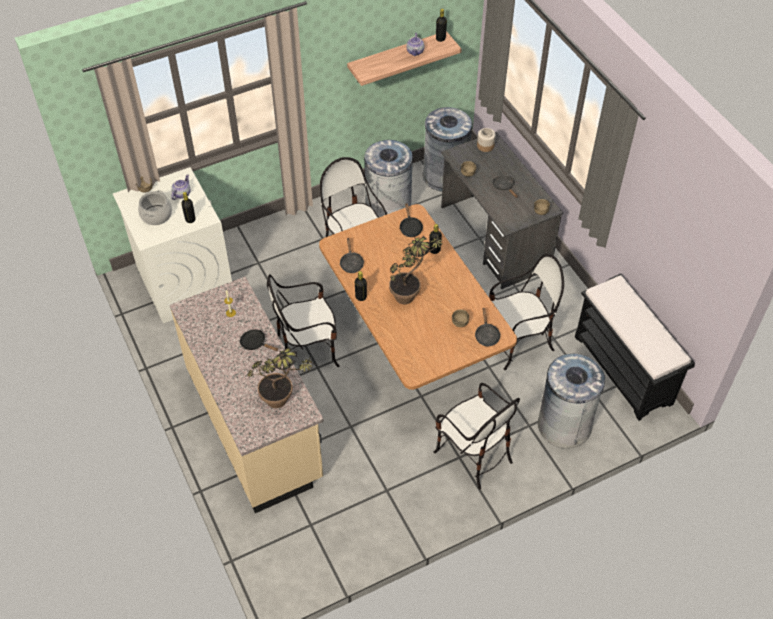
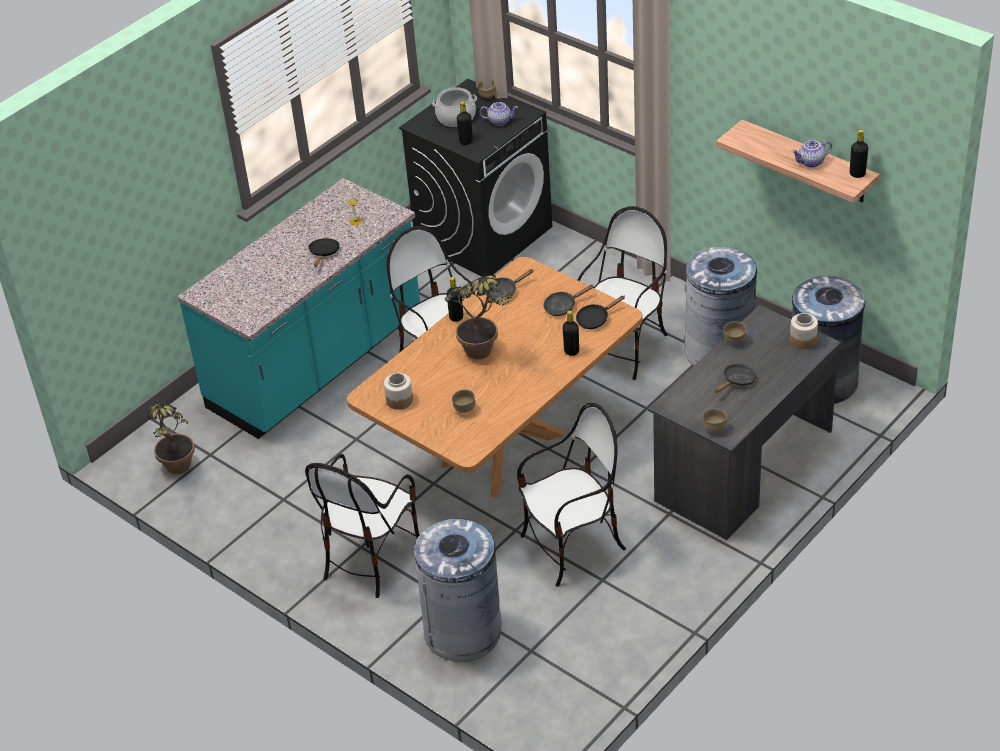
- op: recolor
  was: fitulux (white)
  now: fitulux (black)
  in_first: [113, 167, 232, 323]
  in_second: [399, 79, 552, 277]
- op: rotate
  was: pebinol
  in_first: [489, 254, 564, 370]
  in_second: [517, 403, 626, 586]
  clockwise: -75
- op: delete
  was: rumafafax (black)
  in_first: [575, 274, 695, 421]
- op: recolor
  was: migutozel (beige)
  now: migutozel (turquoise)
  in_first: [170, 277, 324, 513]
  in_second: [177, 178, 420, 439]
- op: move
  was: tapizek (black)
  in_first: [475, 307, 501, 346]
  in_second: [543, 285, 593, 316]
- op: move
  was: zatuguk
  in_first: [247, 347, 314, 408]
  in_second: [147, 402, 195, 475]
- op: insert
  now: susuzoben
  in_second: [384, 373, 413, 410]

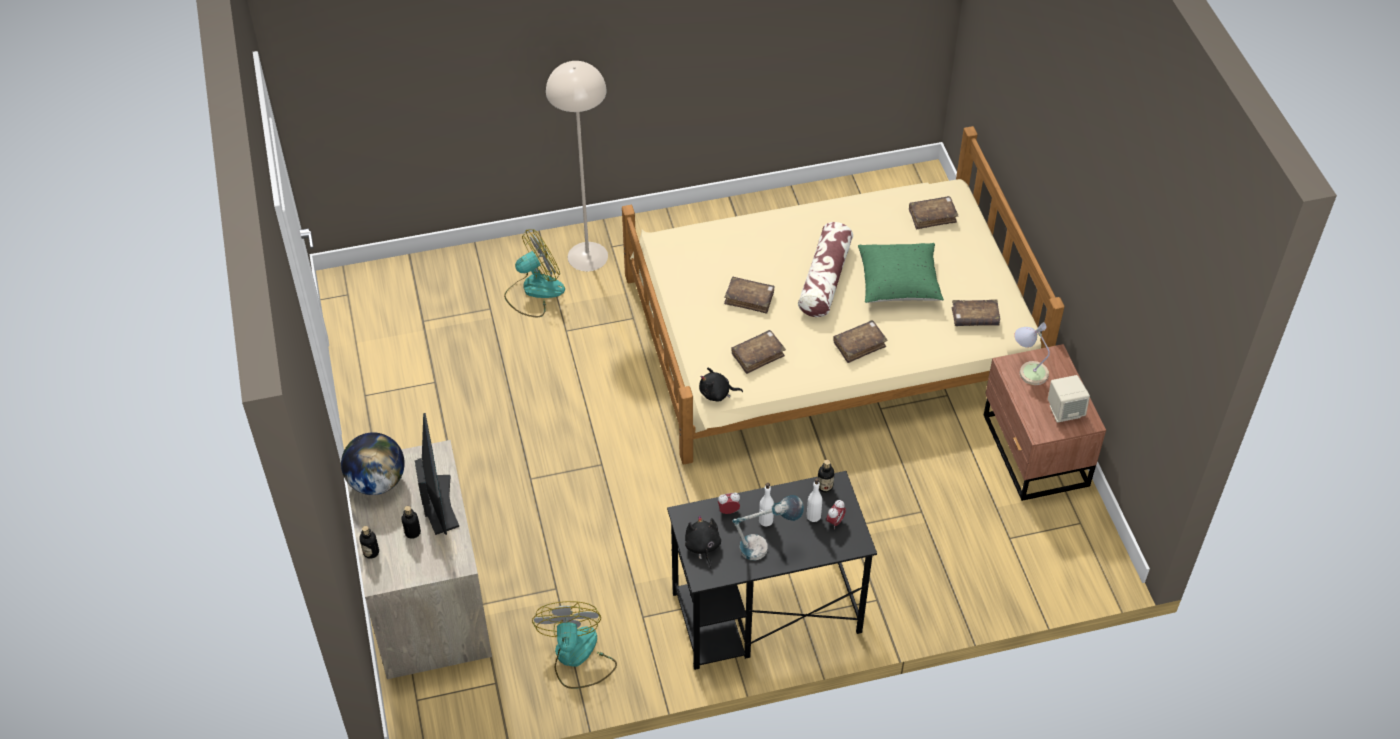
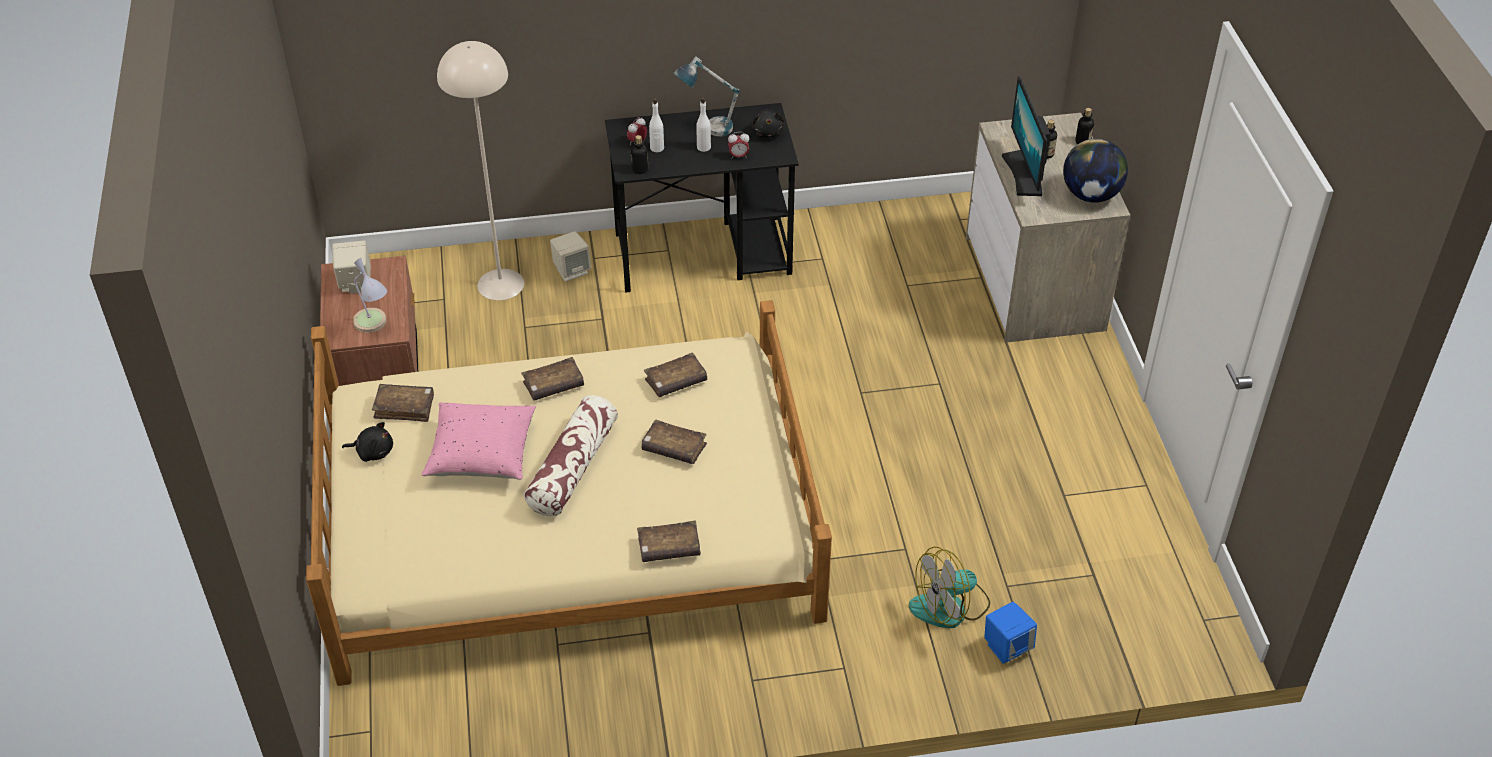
- op: move
  was: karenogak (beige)
  in_first: [546, 61, 608, 271]
  in_second: [437, 41, 524, 300]
- op: move
  was: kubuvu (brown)
  in_first: [909, 196, 958, 229]
  in_second: [637, 520, 701, 562]
- op: recolor
  was: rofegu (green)
  now: rofegu (pink)
  in_first: [858, 243, 944, 303]
  in_second: [422, 402, 536, 480]
- op: move
  was: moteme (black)
  in_first: [699, 368, 743, 402]
  in_second: [342, 422, 393, 462]
- op: delete
  was: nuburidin
  in_first: [532, 601, 617, 689]
- op: insert
  now: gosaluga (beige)
  in_second: [550, 231, 591, 281]
- op: insert
  now: gosaluga (blue)
  in_second: [984, 602, 1037, 664]

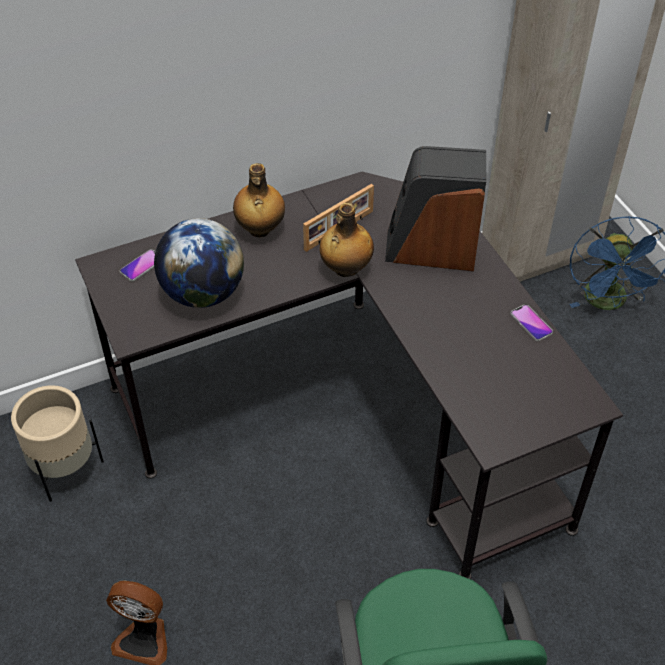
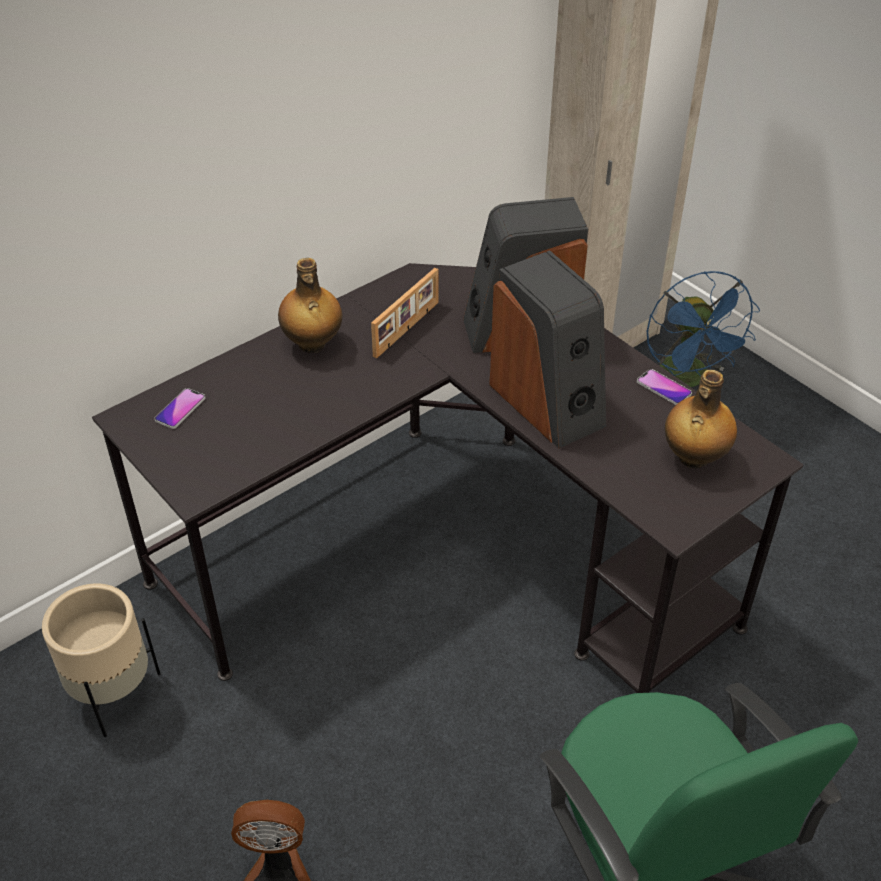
- op: move
  was: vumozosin
  in_first: [319, 203, 374, 277]
  in_second: [665, 370, 737, 468]
- op: delete
  was: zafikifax
  in_first: [154, 218, 244, 308]
- op: insert
  now: gosaluga
  in_second: [489, 250, 606, 449]

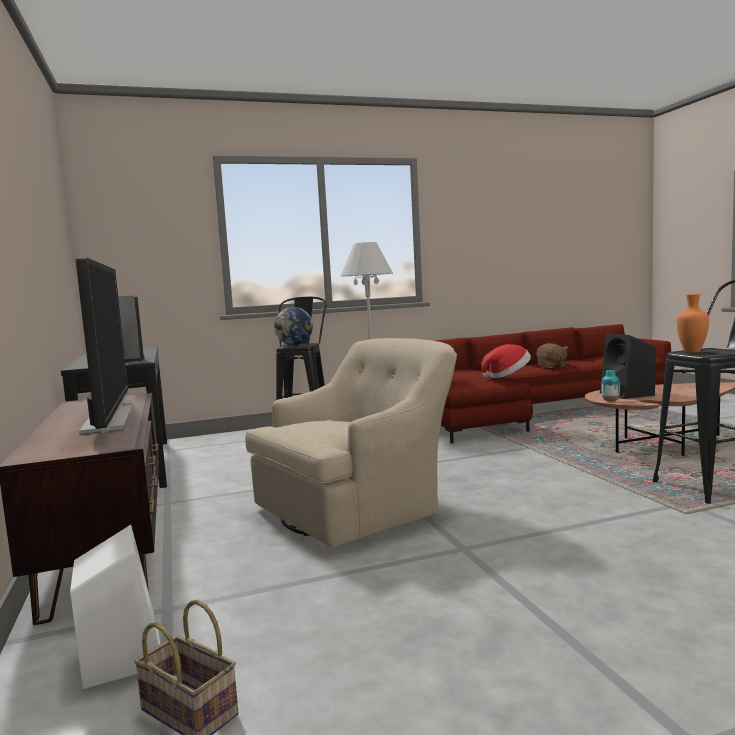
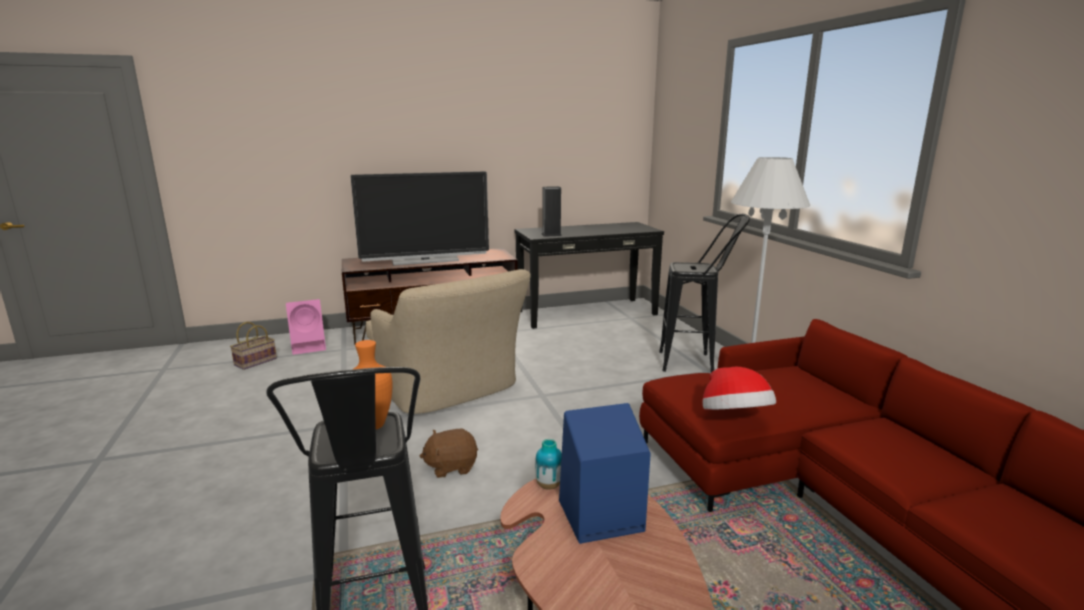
- op: delete
  was: zafikifax
  in_first: [274, 307, 313, 345]
- op: recolor
  was: gosaluga (black)
  now: gosaluga (blue)
  in_first: [600, 333, 656, 399]
  in_second: [559, 403, 651, 544]
- op: move
  was: moteme (brown)
  in_first: [536, 343, 568, 368]
  in_second: [420, 429, 478, 478]
- op: recolor
  was: gosaluga (white)
  now: gosaluga (pink)
  in_first: [70, 525, 160, 689]
  in_second: [286, 299, 326, 355]

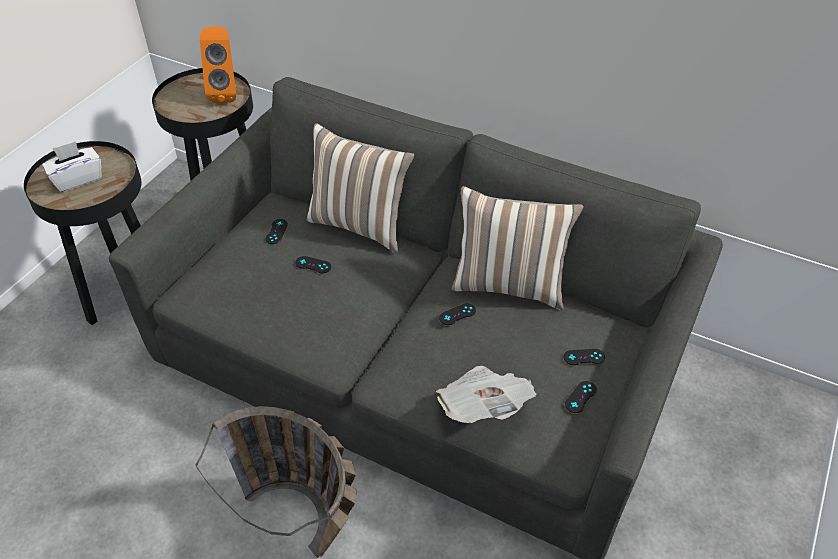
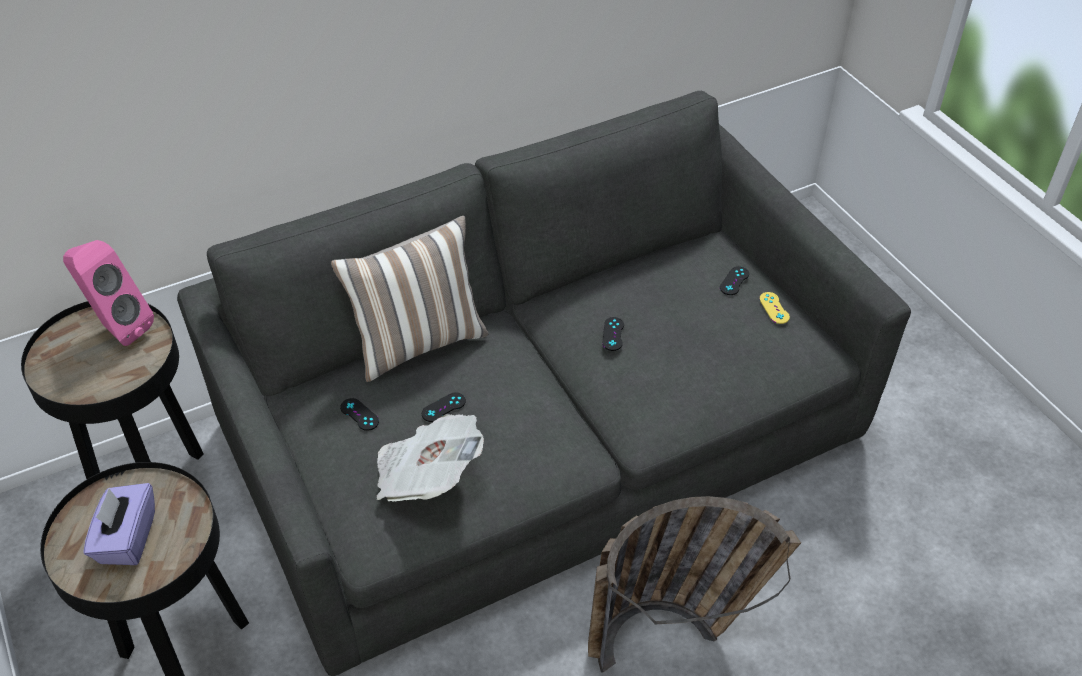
- op: recolor
  was: gosaluga (orange)
  now: gosaluga (pink)
  in_first: [200, 27, 236, 103]
  in_second: [63, 240, 154, 346]
- op: recolor
  was: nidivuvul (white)
  now: nidivuvul (purple)
  in_first: [42, 141, 101, 192]
  in_second: [83, 483, 155, 565]
- op: delete
  was: rofegu
  in_first: [452, 186, 583, 310]
- op: move
  was: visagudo
  in_first: [436, 366, 536, 423]
  in_second: [376, 414, 484, 501]
- op: recolor
  was: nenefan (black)
  now: nenefan (yellow)
  in_first: [565, 381, 597, 413]
  in_second: [759, 292, 790, 324]

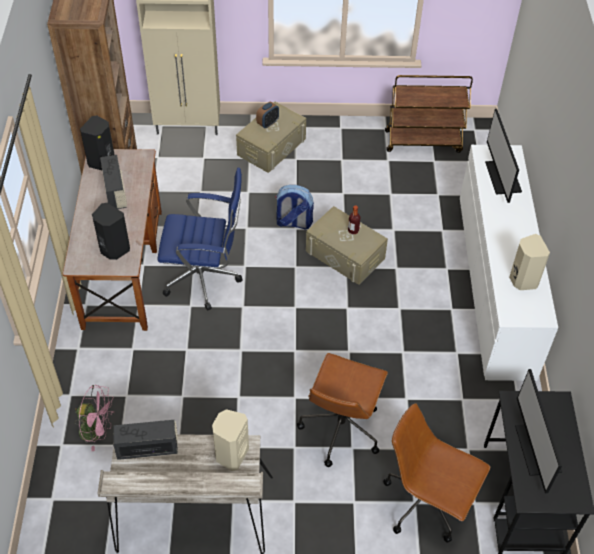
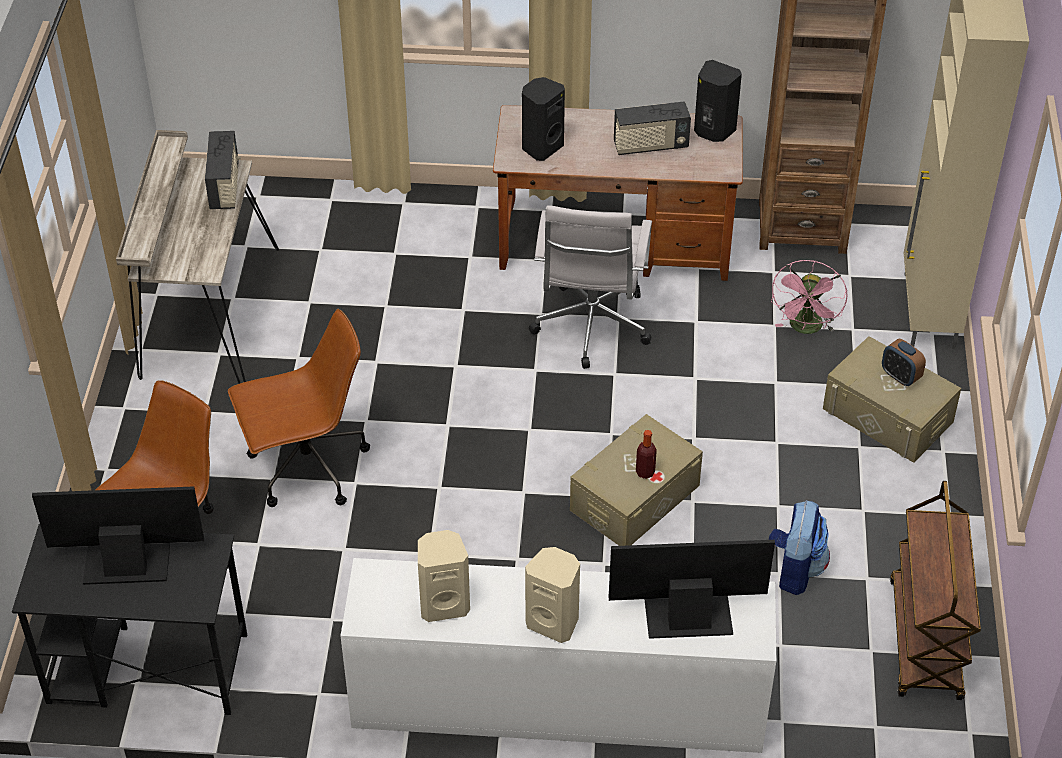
- op: recolor
  was: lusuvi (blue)
  now: lusuvi (white)
  in_first: [157, 168, 243, 310]
  in_second: [529, 205, 652, 369]
- op: move
  was: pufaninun
  in_first: [275, 185, 314, 229]
  in_second: [769, 500, 830, 595]
- op: rotate
  was: lusuvi (brown)
  in_first: [297, 353, 388, 467]
  in_second: [228, 309, 370, 507]
  clockwise: 135
- op: move
  was: nuburidin (pink)
  in_first: [75, 385, 114, 451]
  in_second: [771, 260, 848, 334]
- op: move
  was: gosaluga (beige)
  in_first: [212, 409, 249, 471]
  in_second: [525, 547, 580, 643]

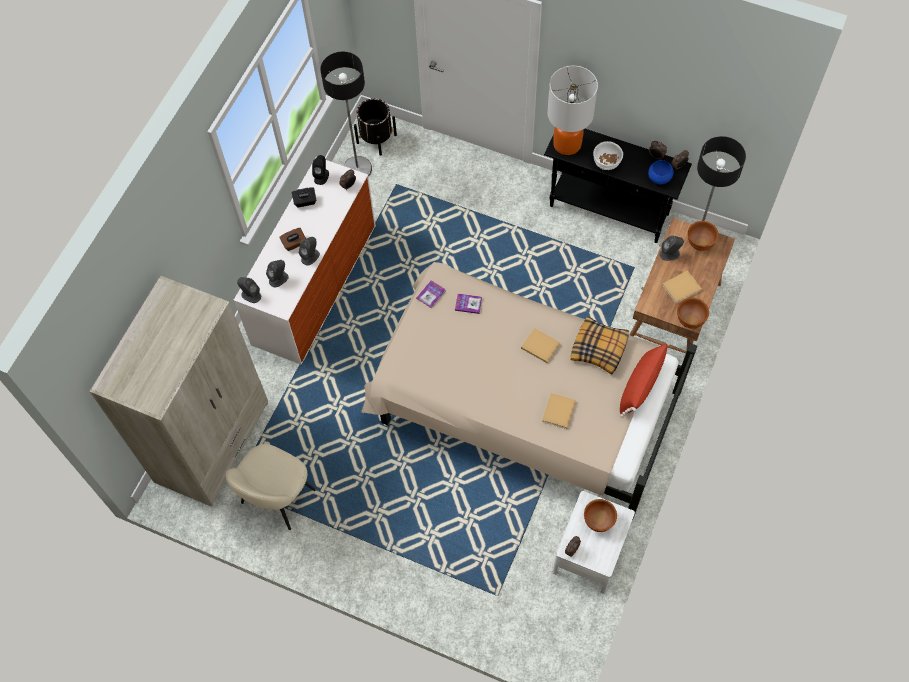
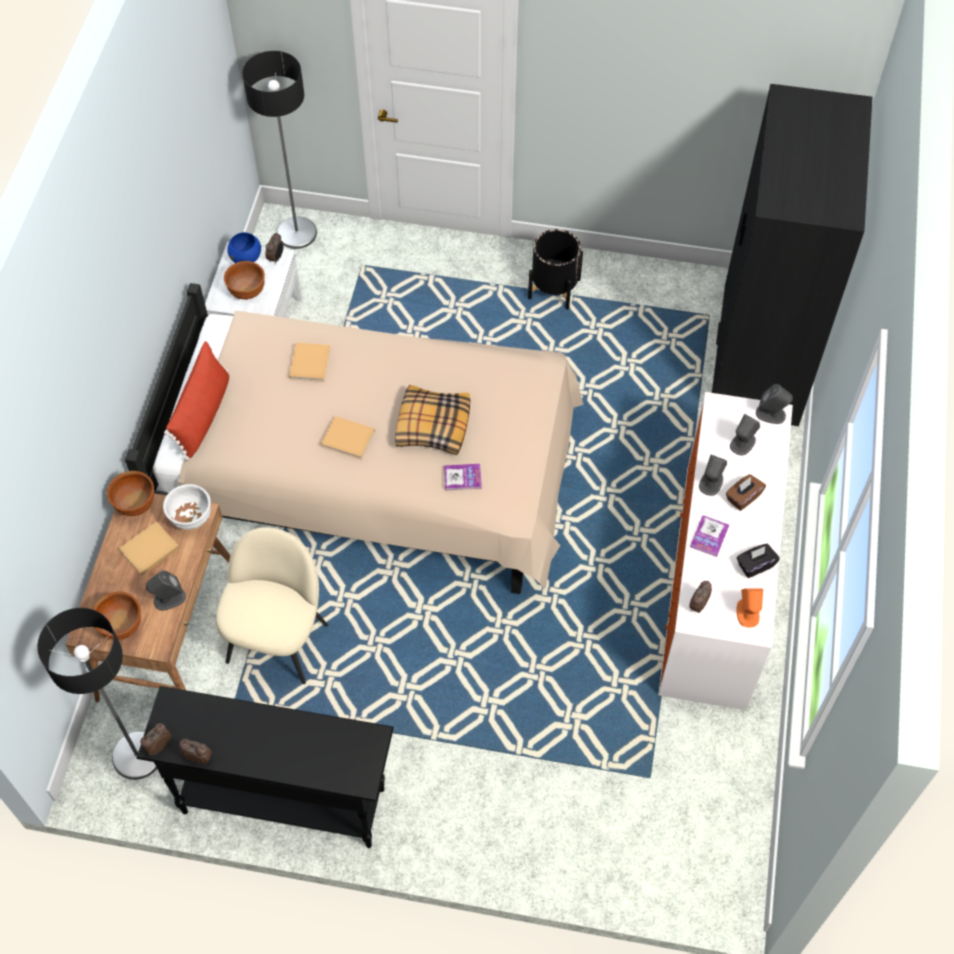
- op: move
  was: karenogak
  in_first: [320, 52, 372, 177]
  in_second: [242, 51, 317, 249]
- op: delete
  was: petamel
  in_first: [547, 66, 598, 155]
- op: move
  was: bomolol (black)
  in_first: [354, 98, 397, 156]
  in_second: [528, 229, 583, 309]
- op: move
  was: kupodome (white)
  in_first: [593, 141, 623, 170]
  in_second: [163, 484, 211, 530]
- op: recolor
  was: gosaluga (black)
  now: gosaluga (orange)
  in_first: [312, 155, 329, 185]
  in_second: [737, 588, 763, 628]
- op: move
  was: kupodome (blue)
  in_first: [648, 160, 674, 184]
  in_second: [227, 232, 261, 263]
- op: recolor
  was: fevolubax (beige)
  now: fevolubax (black)
  in_first: [90, 276, 268, 507]
  in_second: [712, 84, 872, 426]
- op: move
  was: kubuvu
  in_first: [416, 280, 446, 308]
  in_second: [690, 515, 729, 557]
- op: move
  was: rofegu
  in_first: [571, 316, 629, 374]
  in_second: [395, 385, 470, 455]
- op: move
  was: pebinol (beige)
  in_first: [225, 444, 316, 530]
  in_second: [216, 527, 328, 684]

